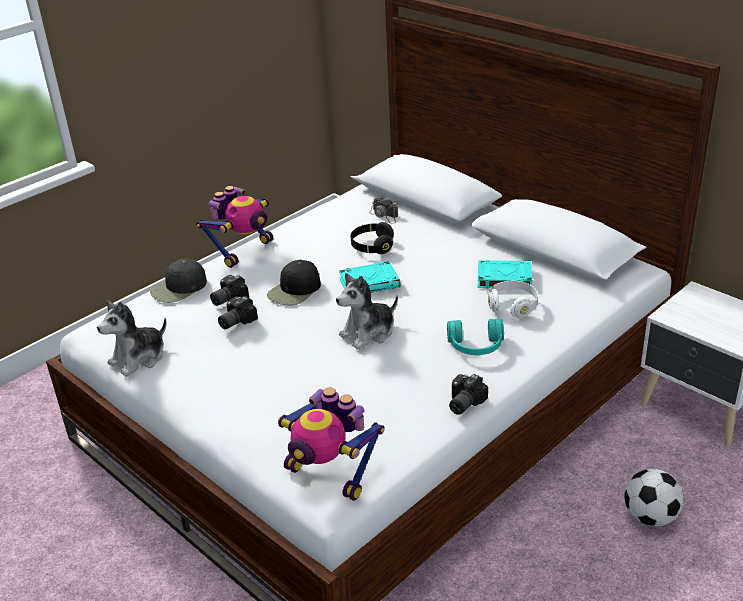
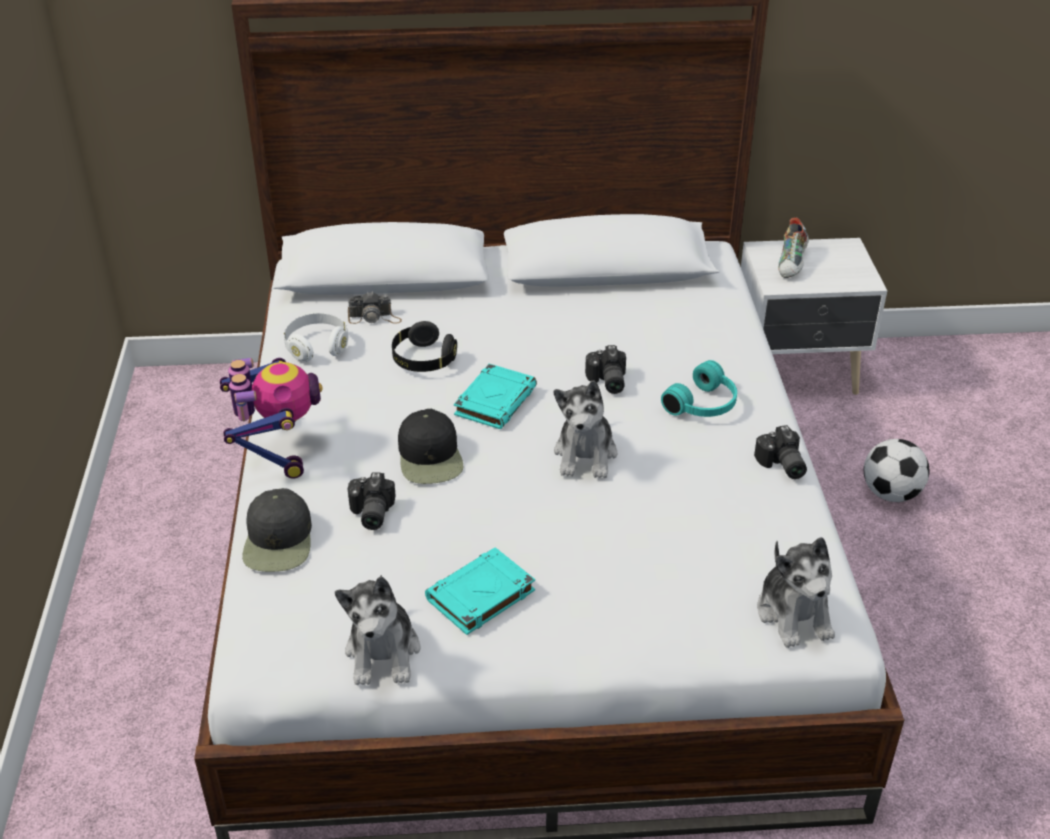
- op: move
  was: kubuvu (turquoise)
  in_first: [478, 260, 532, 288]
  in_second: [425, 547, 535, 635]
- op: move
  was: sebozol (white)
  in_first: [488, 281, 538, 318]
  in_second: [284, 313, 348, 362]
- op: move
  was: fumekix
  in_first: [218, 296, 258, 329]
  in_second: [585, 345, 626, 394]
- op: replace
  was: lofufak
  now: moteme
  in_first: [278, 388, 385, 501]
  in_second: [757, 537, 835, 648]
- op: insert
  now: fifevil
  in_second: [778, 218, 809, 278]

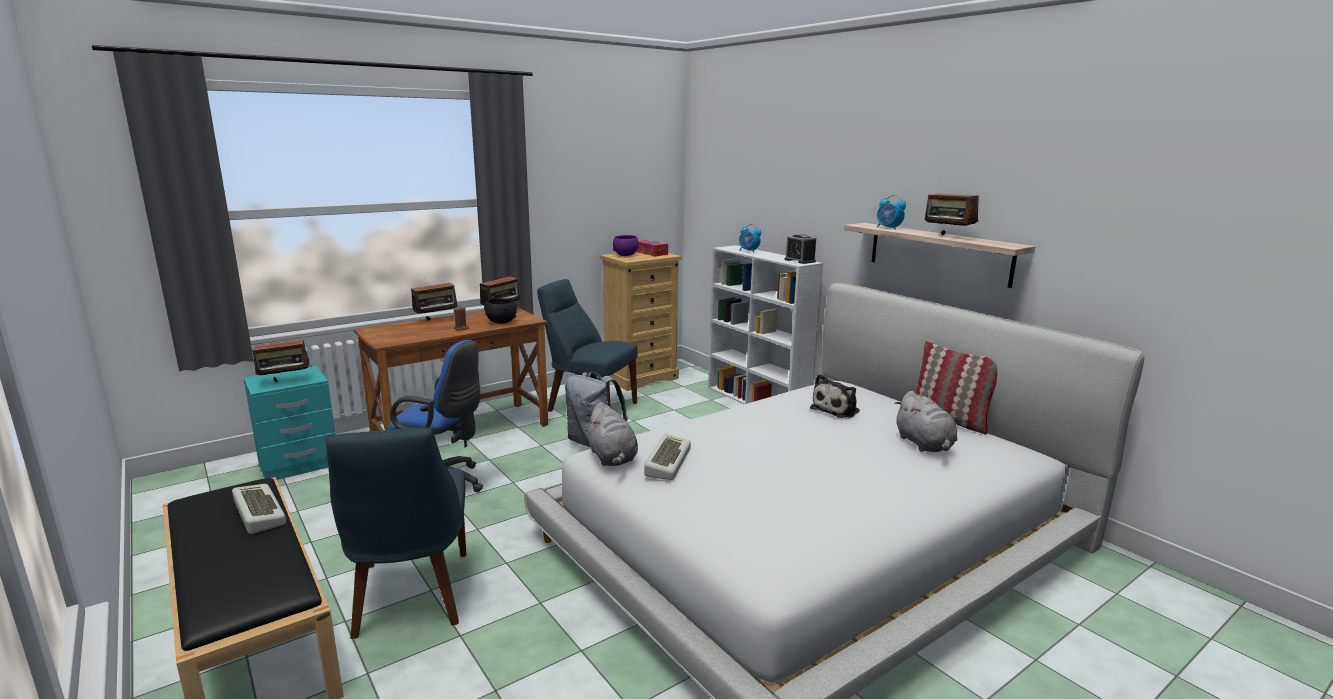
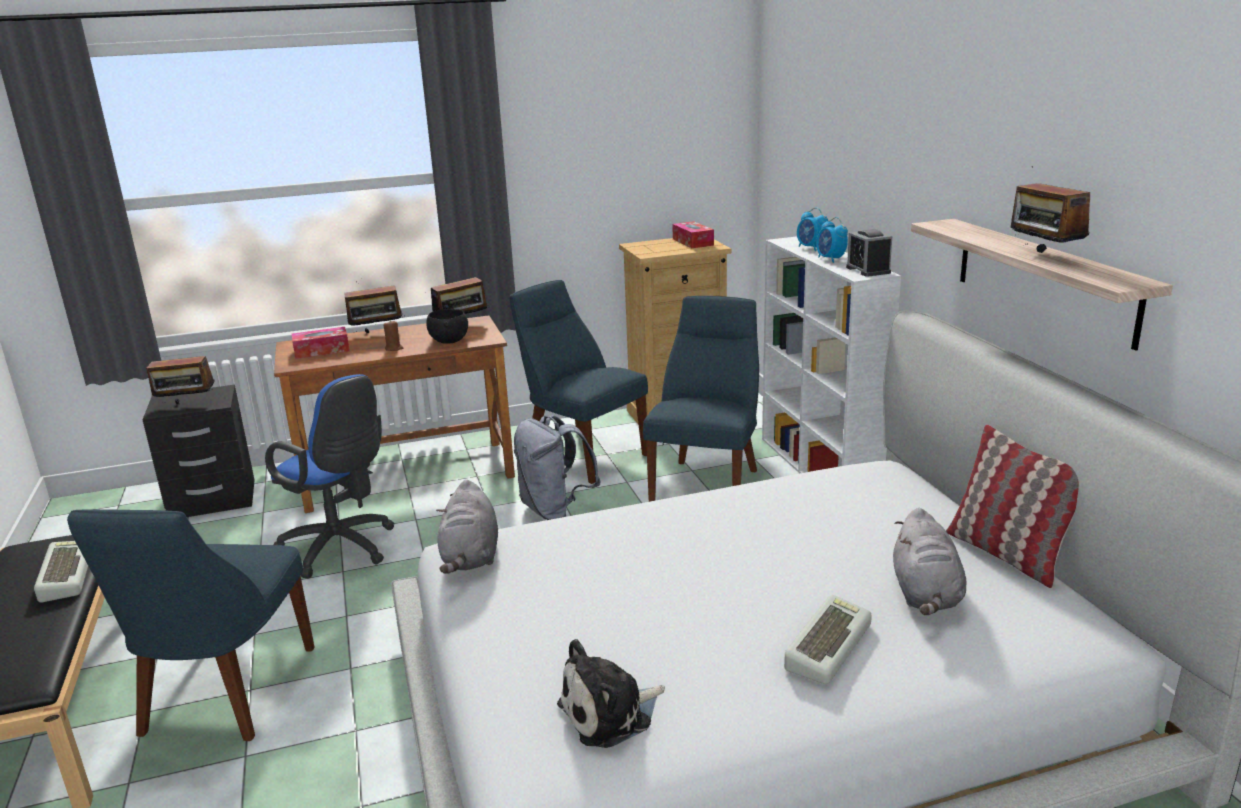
- op: move
  was: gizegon
  in_first: [877, 195, 906, 230]
  in_second: [816, 217, 848, 263]
- op: delete
  was: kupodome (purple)
  in_first: [612, 235, 639, 256]
- op: recolor
  was: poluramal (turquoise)
  now: poluramal (black)
  in_first: [244, 366, 335, 480]
  in_second: [143, 385, 255, 517]
- op: move
  was: moteme
  in_first: [810, 374, 860, 418]
  in_second: [557, 639, 665, 748]
- op: move
  was: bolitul
  in_first: [644, 434, 691, 480]
  in_second: [784, 595, 872, 684]
- op: insert
  now: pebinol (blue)
  in_second: [643, 296, 759, 502]
- op: insert
  now: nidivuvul
  in_second: [292, 327, 350, 359]

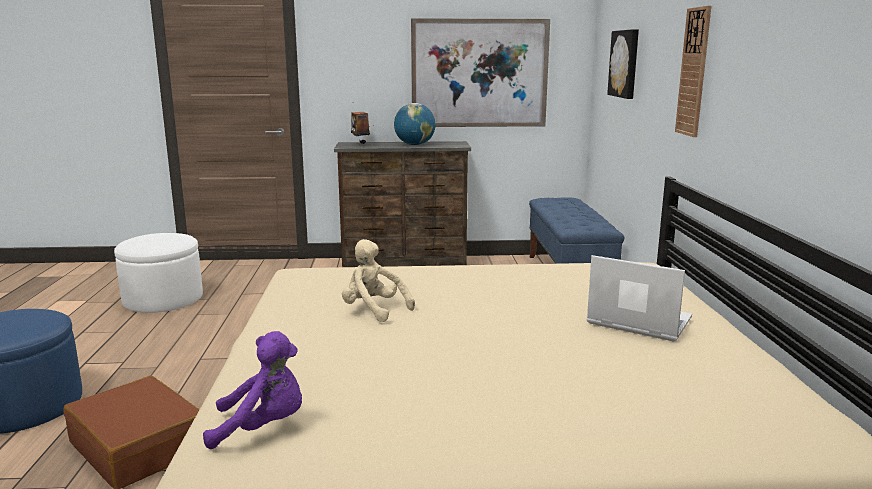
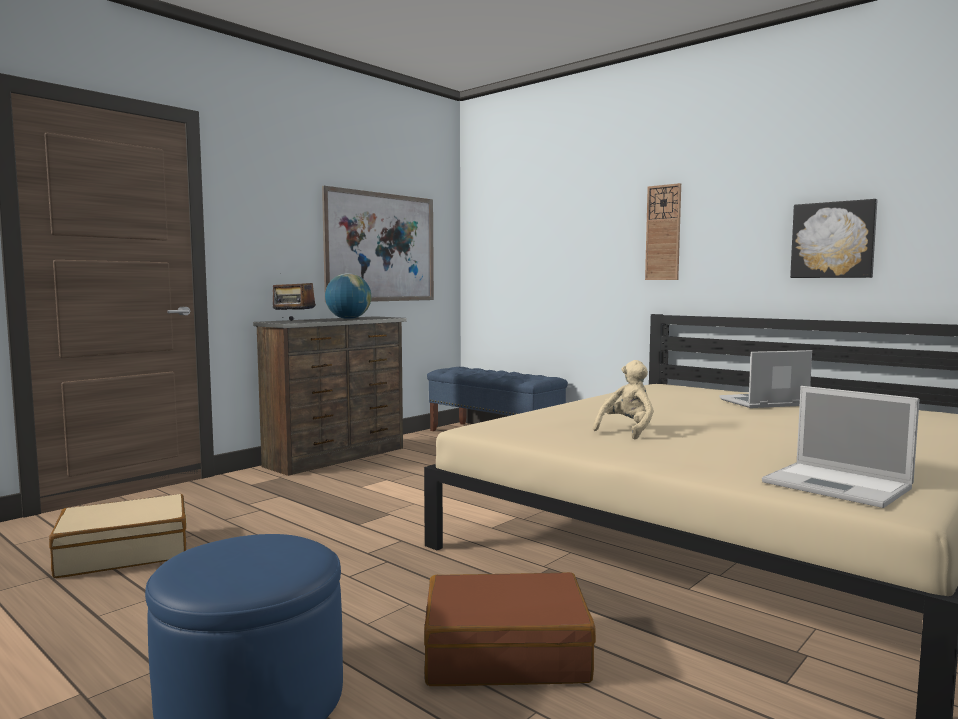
- op: move
  was: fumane
  in_first: [607, 29, 639, 99]
  in_second: [790, 199, 877, 278]
- op: replace
  was: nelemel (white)
  now: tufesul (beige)
  in_first: [114, 233, 203, 313]
  in_second: [49, 494, 187, 578]
- op: rotate
  was: moteme (beige)
  in_first: [342, 239, 415, 322]
  in_second: [593, 360, 654, 439]
  clockwise: 135
- op: replace
  was: moteme (purple)
  now: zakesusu
  in_first: [203, 331, 302, 449]
  in_second: [762, 386, 920, 508]

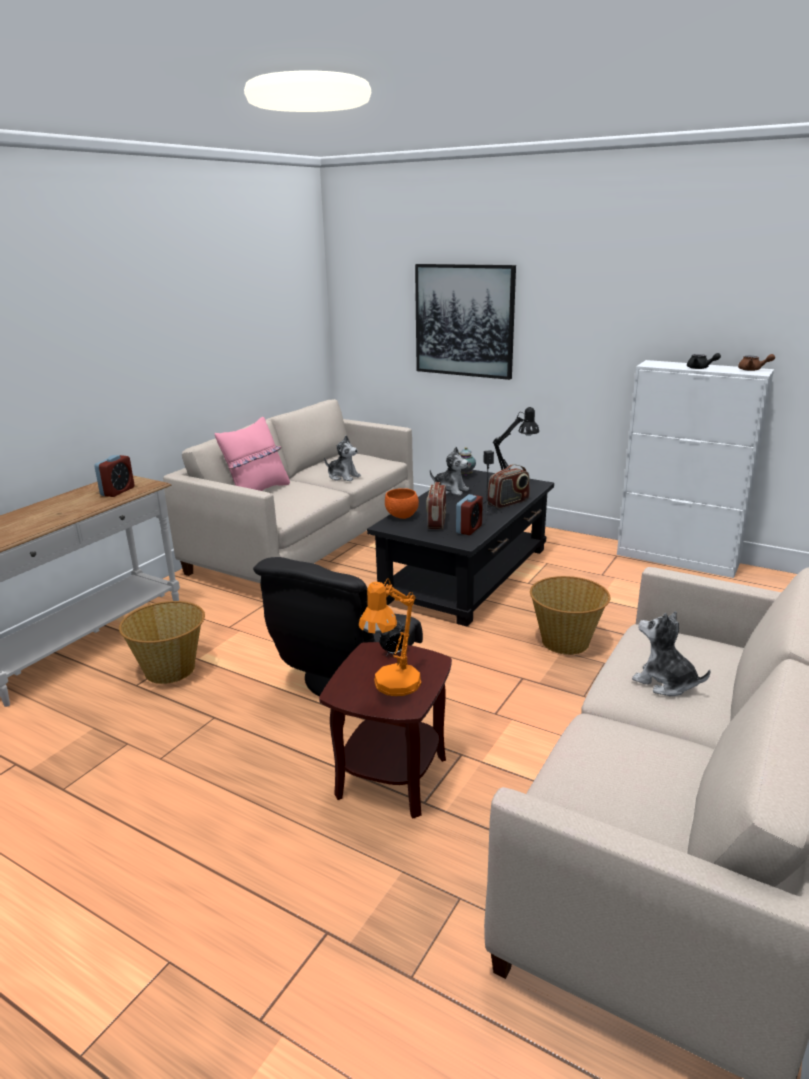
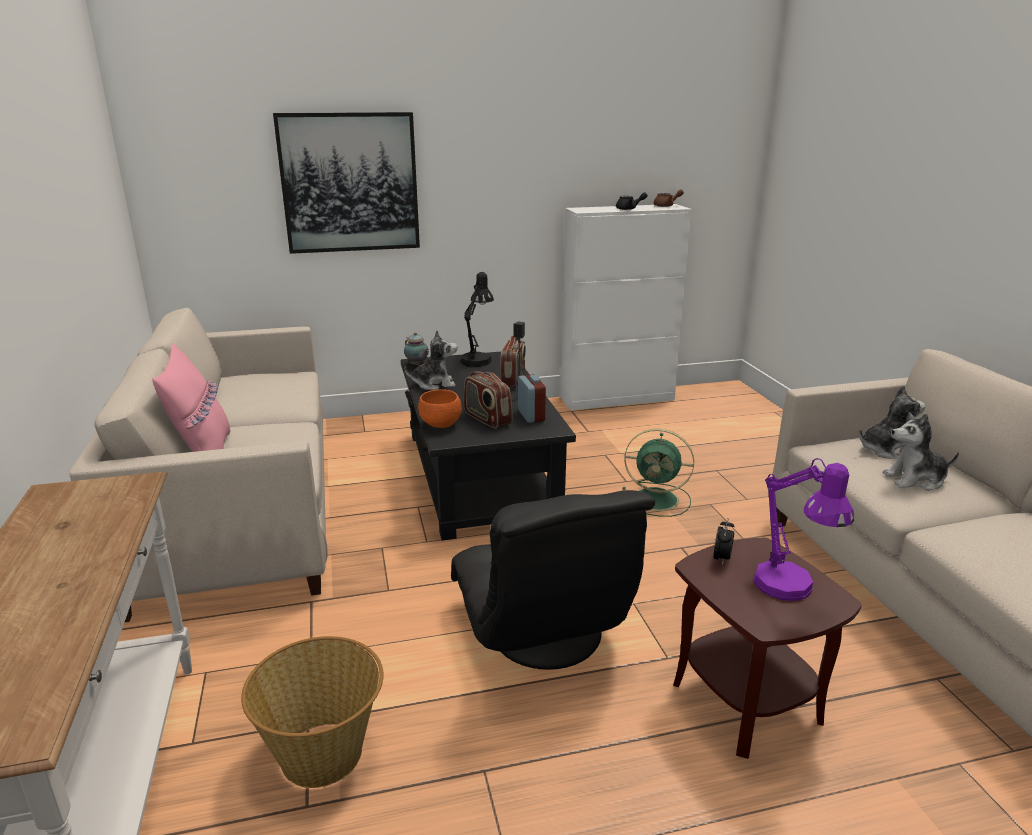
- op: move
  was: moteme
  in_first: [324, 435, 361, 481]
  in_second: [859, 385, 925, 459]
- op: delete
  was: gizegon
  in_first: [94, 455, 134, 497]
- op: replace
  was: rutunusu
  now: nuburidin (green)
  in_first: [530, 576, 611, 655]
  in_second: [622, 429, 694, 517]
- op: recolor
  was: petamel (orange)
  now: petamel (purple)
  in_first: [359, 579, 421, 696]
  in_second: [754, 458, 854, 601]

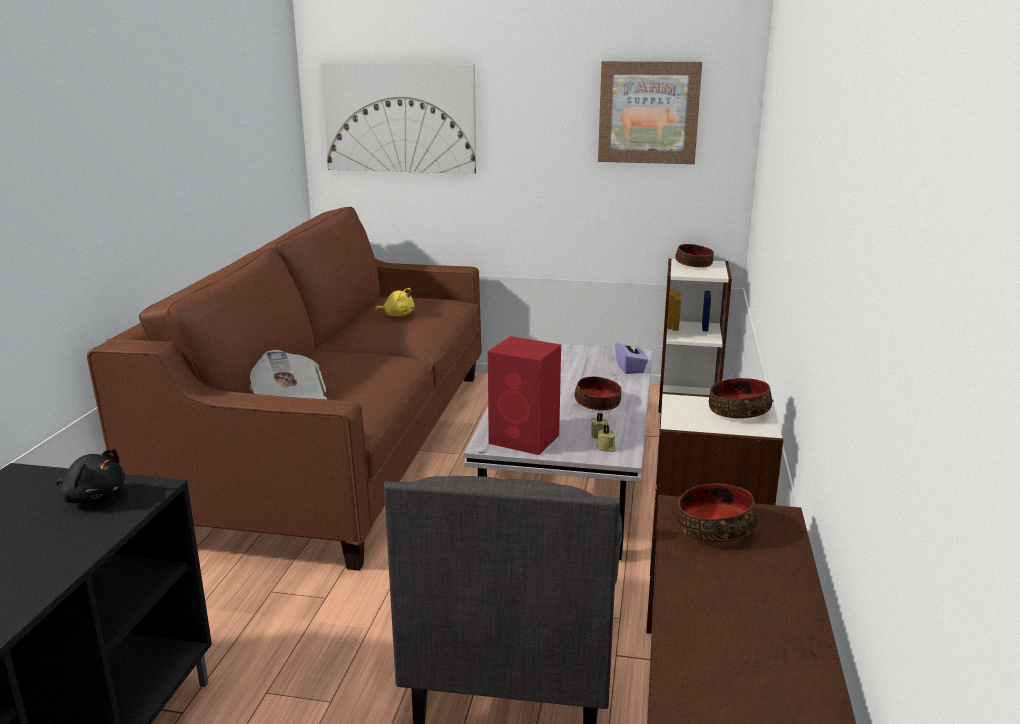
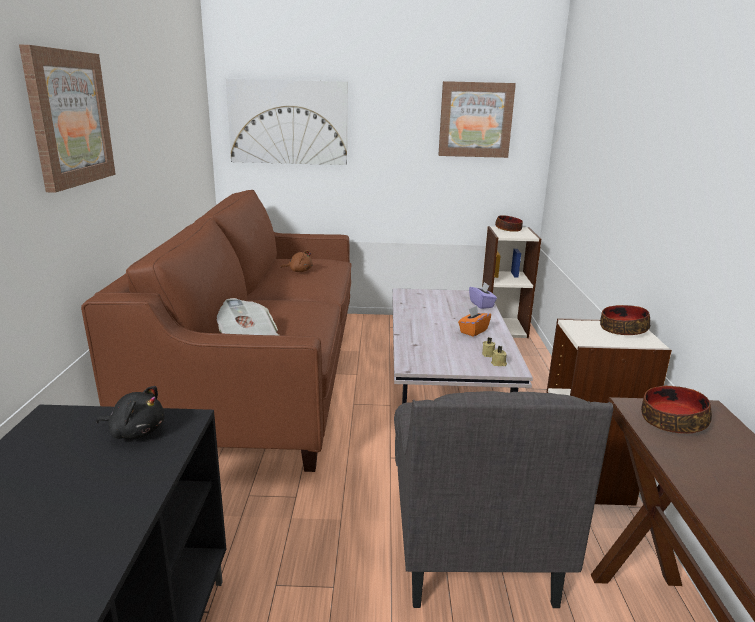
- op: recolor
  was: moteme (yellow)
  now: moteme (brown)
  in_first: [375, 288, 415, 317]
  in_second: [281, 250, 313, 272]
- op: delete
  was: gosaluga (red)
  in_first: [488, 336, 561, 455]
- op: replace
  was: kupodome
  now: nidivuvul (orange)
  in_first: [574, 377, 621, 410]
  in_second: [458, 306, 491, 337]
- op: insert
  now: fumane
  in_second: [19, 45, 116, 193]

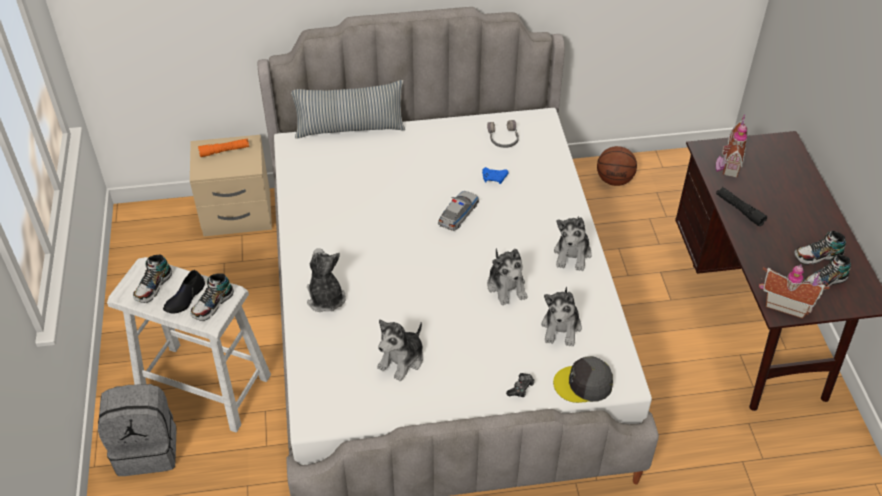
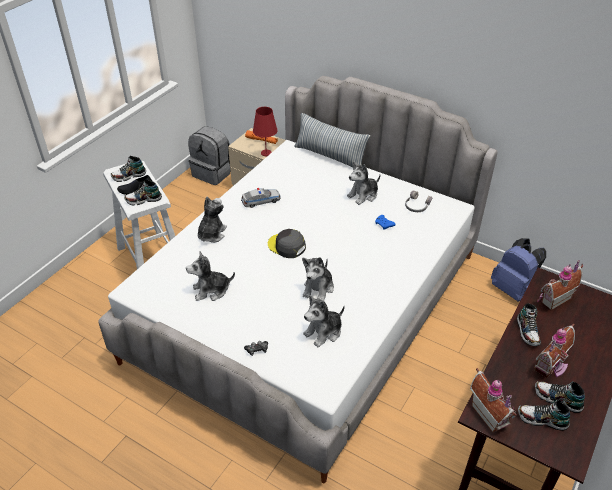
- op: replace
  was: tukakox
  now: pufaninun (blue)
  in_first: [597, 146, 637, 186]
  in_second: [491, 238, 546, 302]
- op: replace
  was: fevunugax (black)
  now: fifevil
  in_first: [716, 187, 767, 226]
  in_second: [517, 303, 541, 346]
- op: move
  was: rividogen
  in_first: [438, 191, 479, 231]
  in_second: [241, 188, 280, 208]
- op: move
  was: moteme
  in_first: [554, 216, 592, 271]
  in_second: [347, 161, 381, 205]
- op: move
  was: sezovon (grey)
  in_first: [553, 356, 613, 403]
  in_second: [268, 229, 306, 258]
- op: move
  was: pufaninun (grey)
  in_first: [98, 384, 176, 476]
  in_second: [188, 126, 230, 185]
- op: insert
  now: petamel (red)
  in_second: [253, 107, 278, 156]
- op: insert
  now: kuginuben
  in_second: [535, 324, 575, 378]

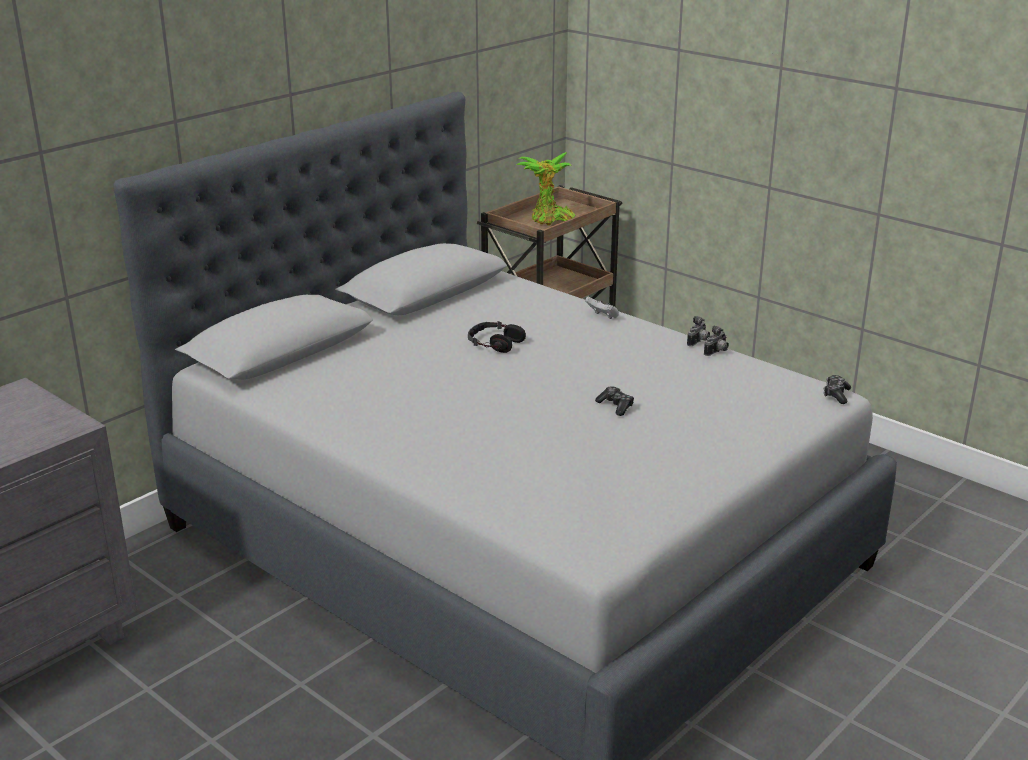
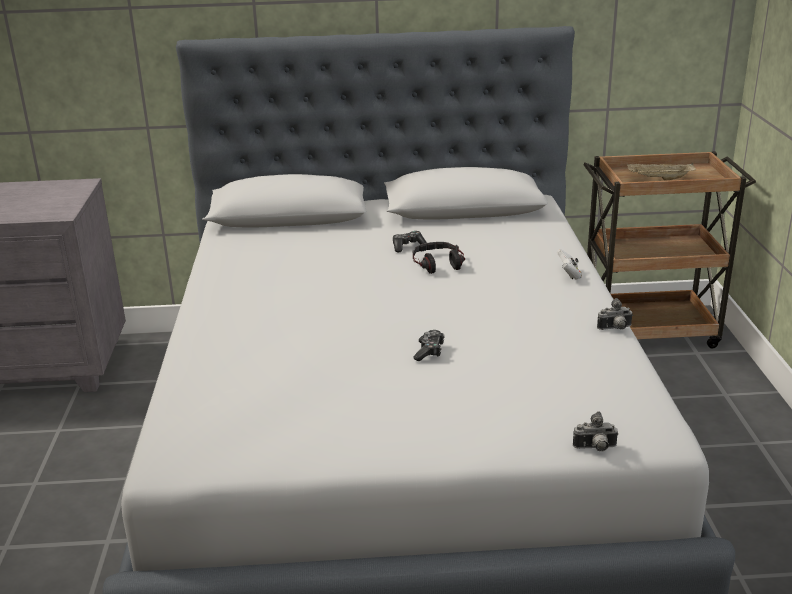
- op: replace
  was: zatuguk
  now: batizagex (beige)
  in_first: [516, 152, 575, 226]
  in_second: [627, 163, 696, 180]
- op: move
  was: fumekix
  in_first: [704, 326, 729, 356]
  in_second: [573, 411, 619, 451]
- op: move
  was: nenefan
  in_first: [824, 375, 851, 404]
  in_second: [393, 231, 427, 253]

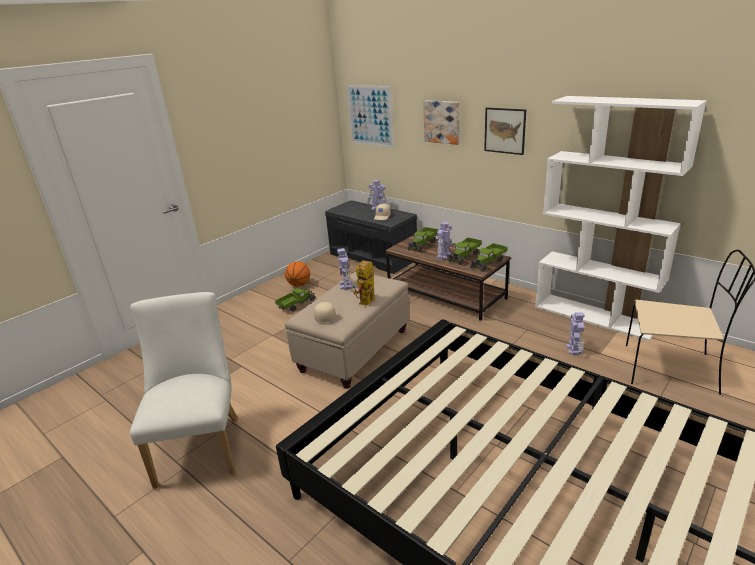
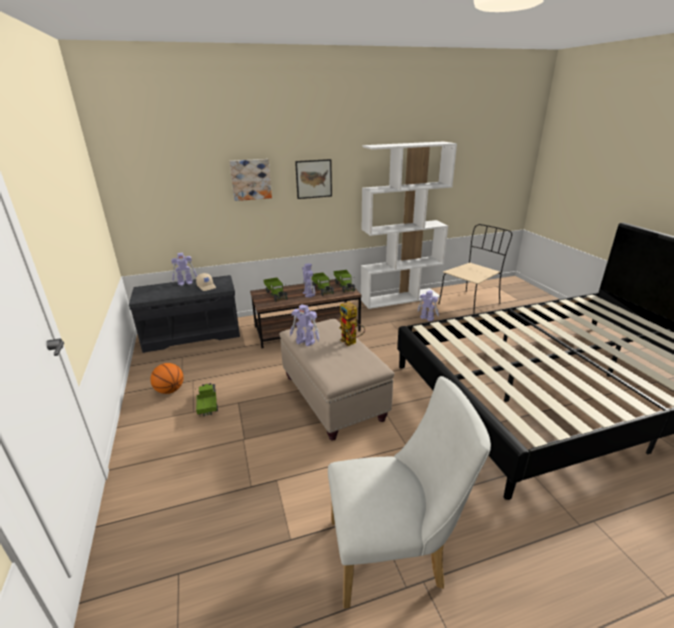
- op: delete
  was: fumane
  in_first: [347, 85, 394, 148]
- op: rotate
  was: pebinol (white)
  in_first: [130, 292, 238, 489]
  in_second: [328, 376, 491, 609]
  clockwise: 150
- op: delete
  was: sezovon (beige)
  in_first: [314, 302, 336, 323]

